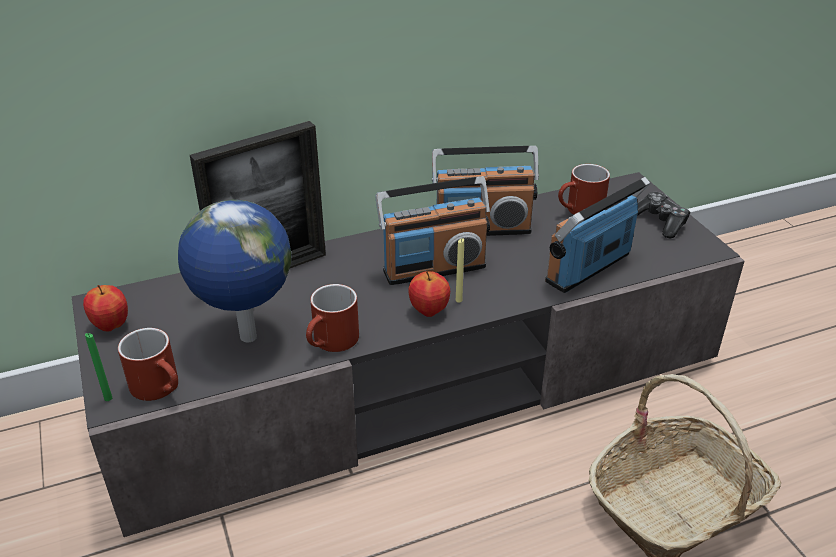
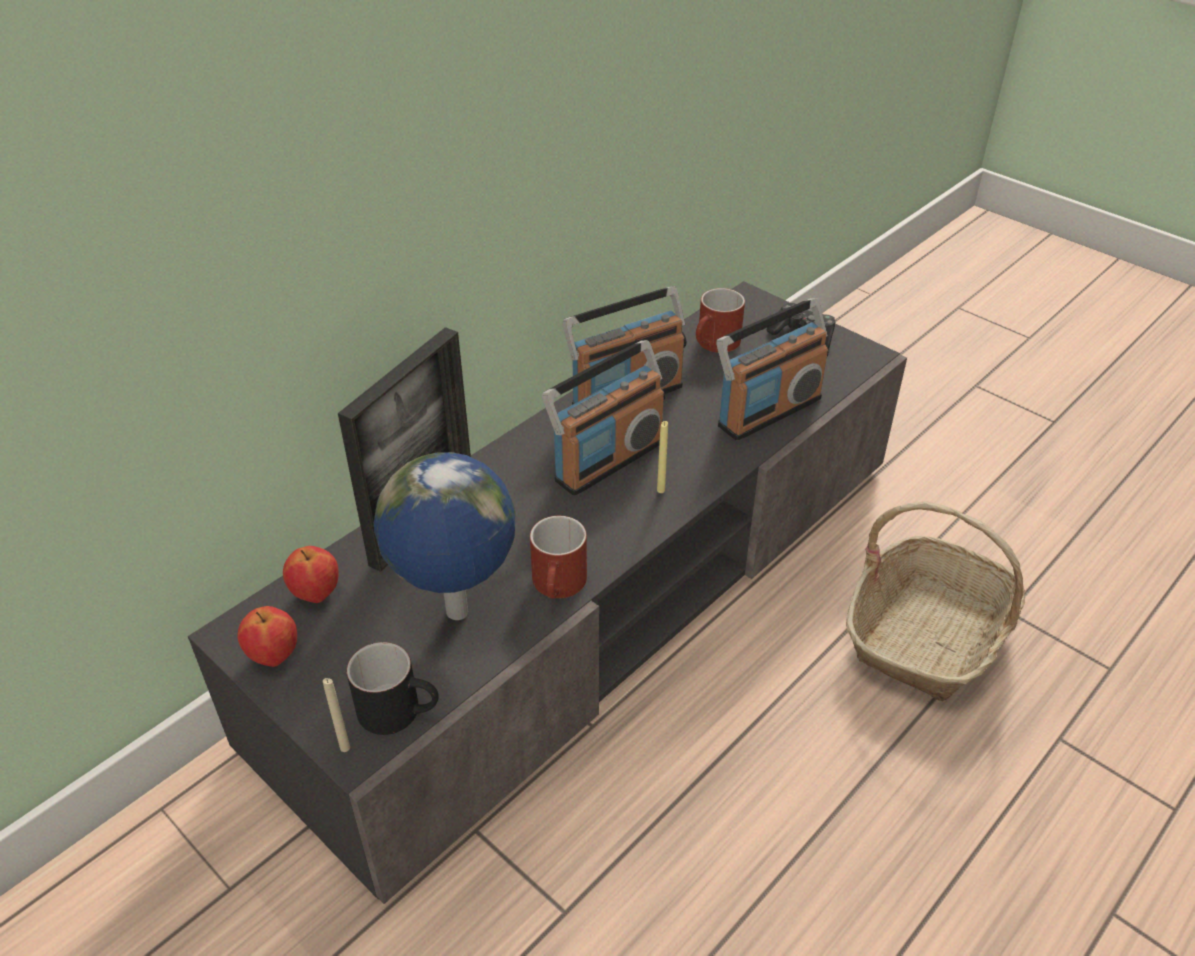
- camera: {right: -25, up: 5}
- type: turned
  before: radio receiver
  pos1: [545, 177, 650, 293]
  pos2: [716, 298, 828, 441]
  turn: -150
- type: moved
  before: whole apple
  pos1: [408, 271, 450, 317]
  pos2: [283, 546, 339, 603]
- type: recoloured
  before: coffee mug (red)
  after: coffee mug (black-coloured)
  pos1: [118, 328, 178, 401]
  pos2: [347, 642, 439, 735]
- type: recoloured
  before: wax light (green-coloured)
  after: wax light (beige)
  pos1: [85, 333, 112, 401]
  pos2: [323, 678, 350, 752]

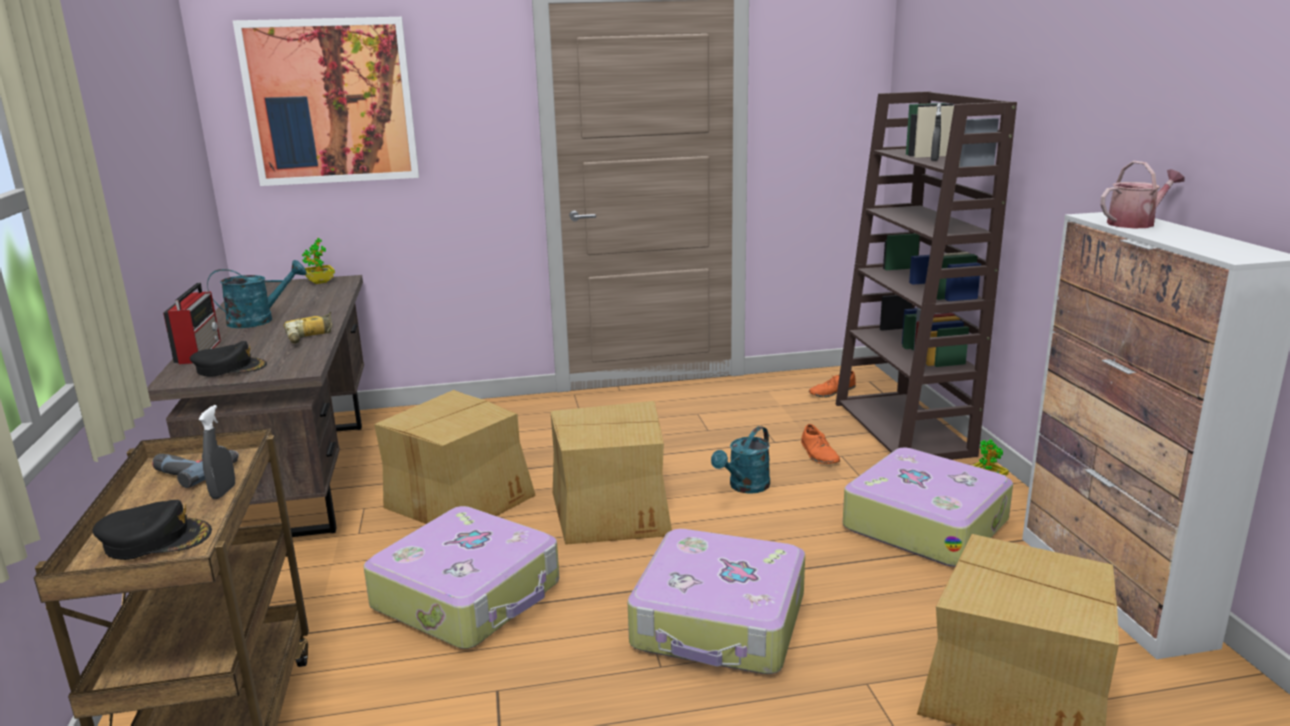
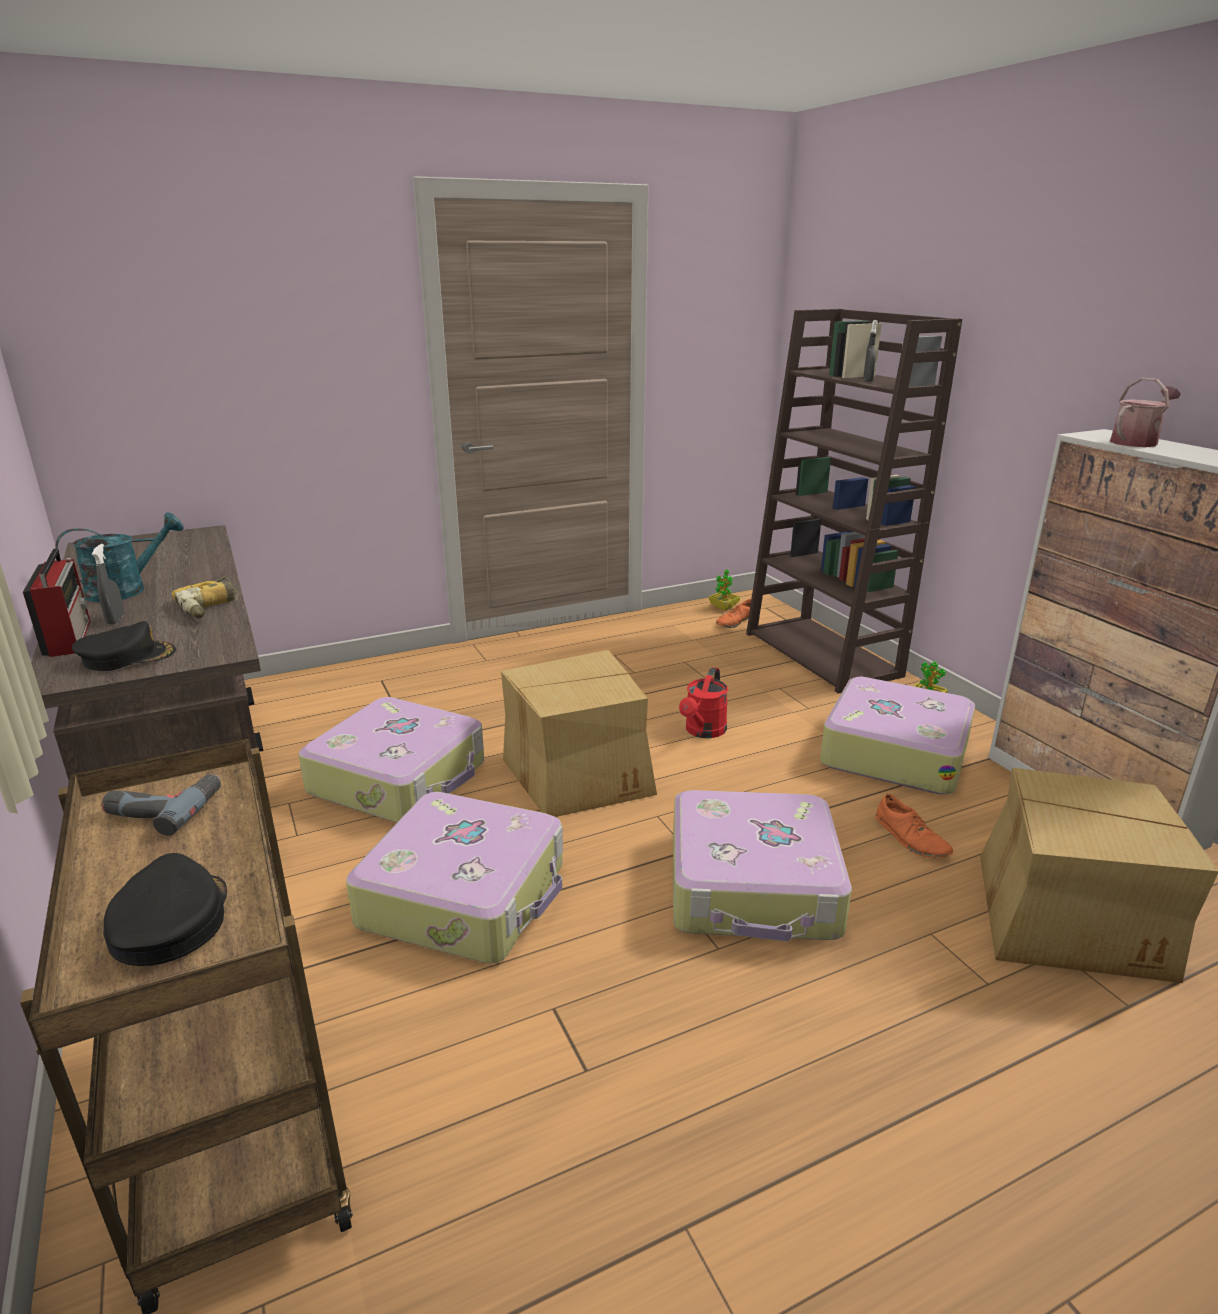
- camera: {right: -15, up: 5}
- type: removed
  before: picture
  pos1: [233, 17, 419, 186]
- type: moved
  before: plant in a pot
  pos1: [302, 238, 335, 284]
  pos2: [709, 569, 740, 610]
- type: replaced
  before: cardboard box
  after: suitcase
  pos1: [374, 390, 536, 524]
  pos2: [299, 697, 484, 823]
- type: moved
  before: sprayer (grey)
  pos1: [198, 405, 235, 499]
  pos2: [92, 544, 124, 624]
- type: moved
  before: low shoe (orange)
  pos1: [801, 424, 840, 464]
  pos2: [876, 794, 953, 858]
- type: recoloured
  before: watering can (turquoise)
  after: watering can (red)
  pos1: [711, 426, 770, 494]
  pos2: [679, 667, 728, 738]
- type: turned
  before: peaked cap (black-coloured)
  pos1: [92, 500, 212, 560]
  pos2: [103, 853, 227, 966]
  turn: -75

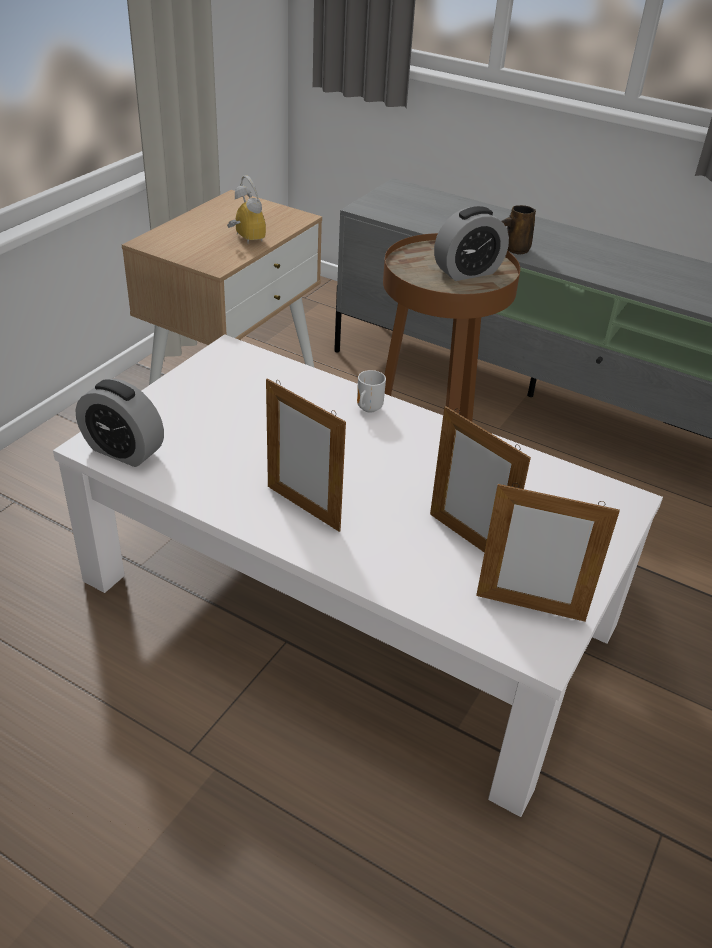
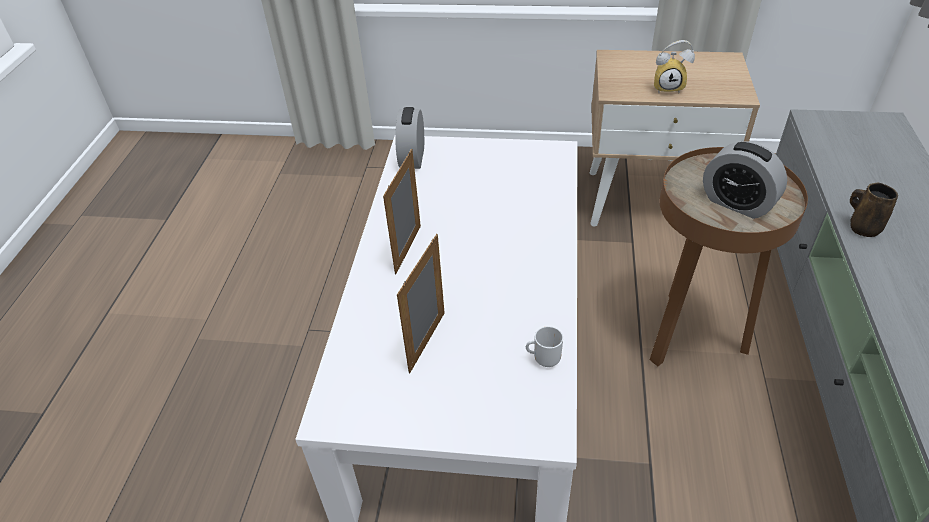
- camera: {right: 70, up: 5}
- type: turned
  before: alarm clock
  pos1: [227, 175, 266, 243]
  pos2: [654, 40, 695, 93]
  turn: 60
- type: moved
  before: coffee mug
  pos1: [357, 370, 386, 413]
  pos2: [526, 326, 563, 367]
- type: removed
  before: standing frame
  pos1: [476, 483, 620, 622]

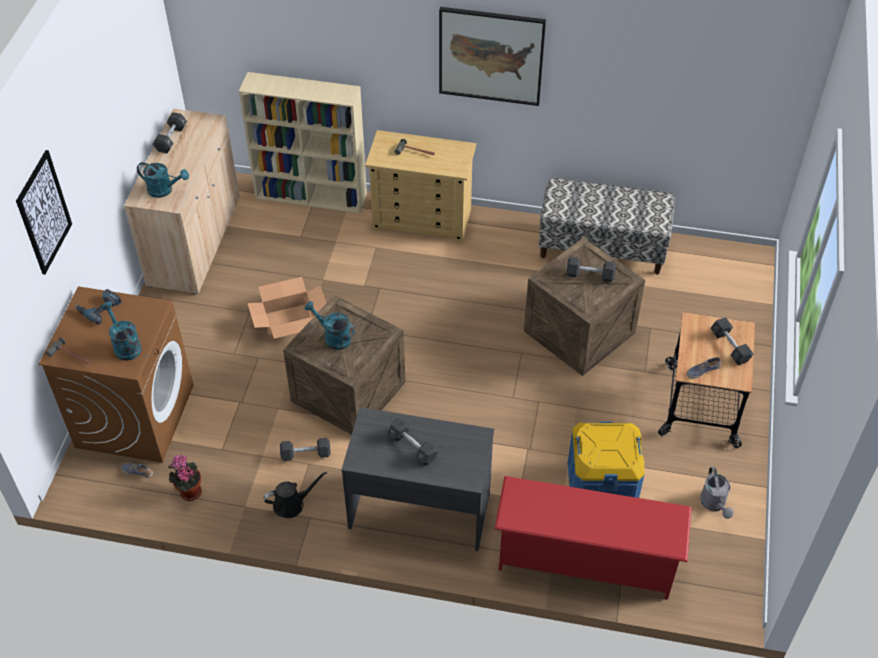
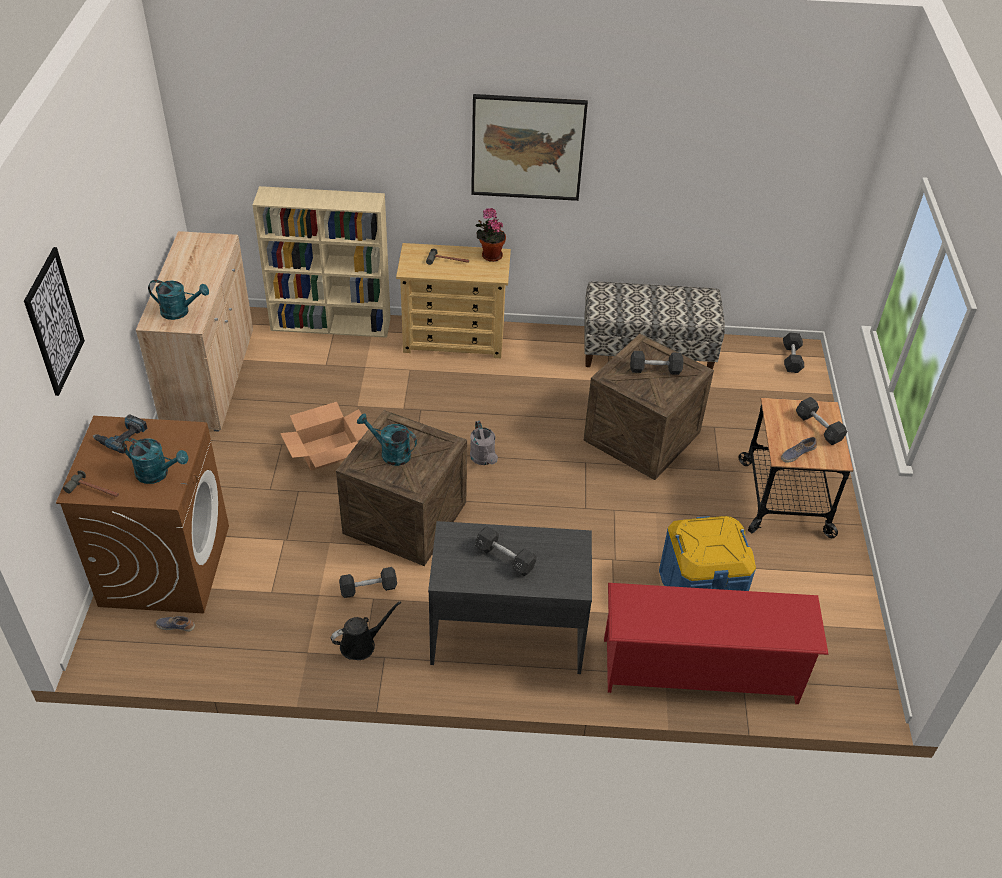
- camera: {right: -10, up: -5}
- type: moved
  before: free weight (black-coloured)
  pos1: [152, 112, 187, 153]
  pos2: [783, 332, 804, 373]
- type: turned
  before: watering can (turquoise)
  pos1: [101, 302, 141, 361]
  pos2: [122, 437, 188, 484]
  turn: 150
- type: moved
  before: plant in a pot
  pos1: [168, 454, 202, 501]
  pos2: [476, 208, 506, 262]
- type: moved
  before: watering can (grey)
  pos1: [700, 467, 734, 519]
  pos2: [470, 421, 498, 465]

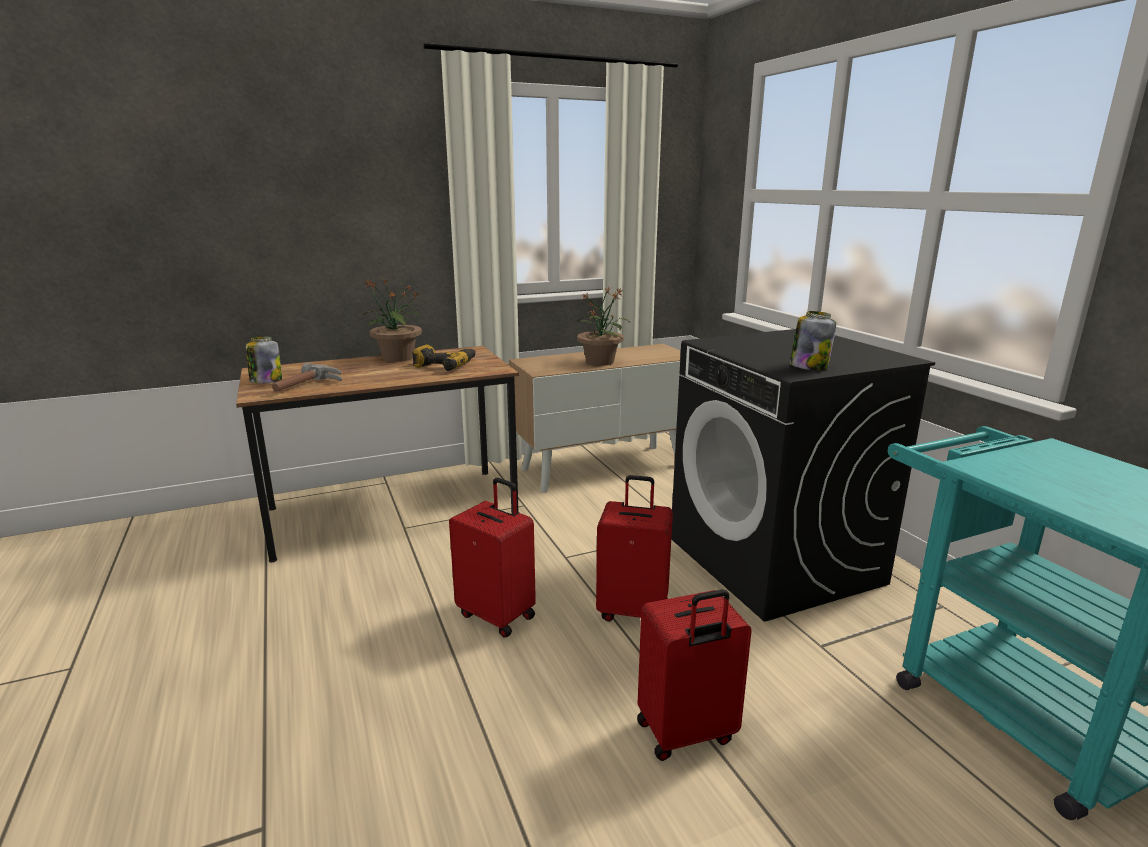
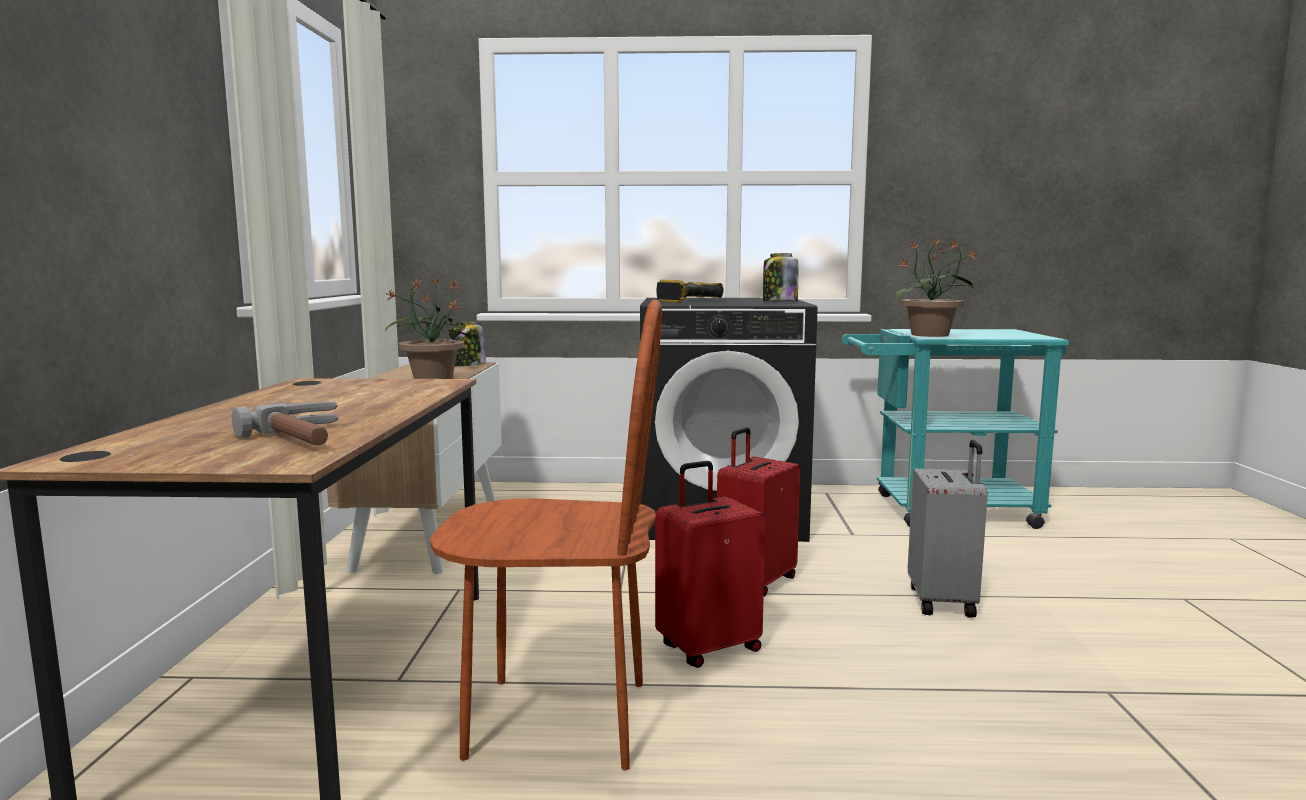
- camera: {right: -65, up: -10}
- type: moved
  before: plant in a pot
  pos1: [363, 278, 422, 362]
  pos2: [895, 238, 978, 337]
- type: moved
  before: storage jar
  pos1: [246, 336, 282, 384]
  pos2: [449, 321, 486, 367]
- type: moved
  before: drill
  pos1: [412, 344, 476, 371]
  pos2: [656, 280, 724, 302]
- type: recoloured
  before: suitcase (red)
  after: suitcase (grey)
  pos1: [637, 589, 752, 761]
  pos2: [908, 440, 988, 618]
- type: added
  after: plain chair (brown-coloured)
  pos2: [429, 299, 662, 770]

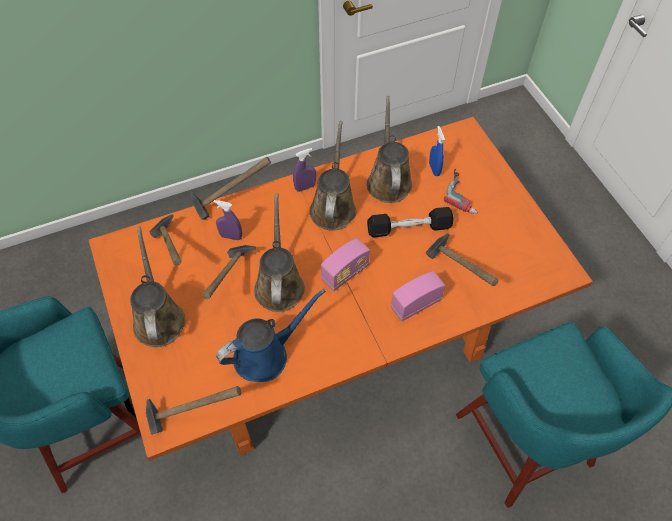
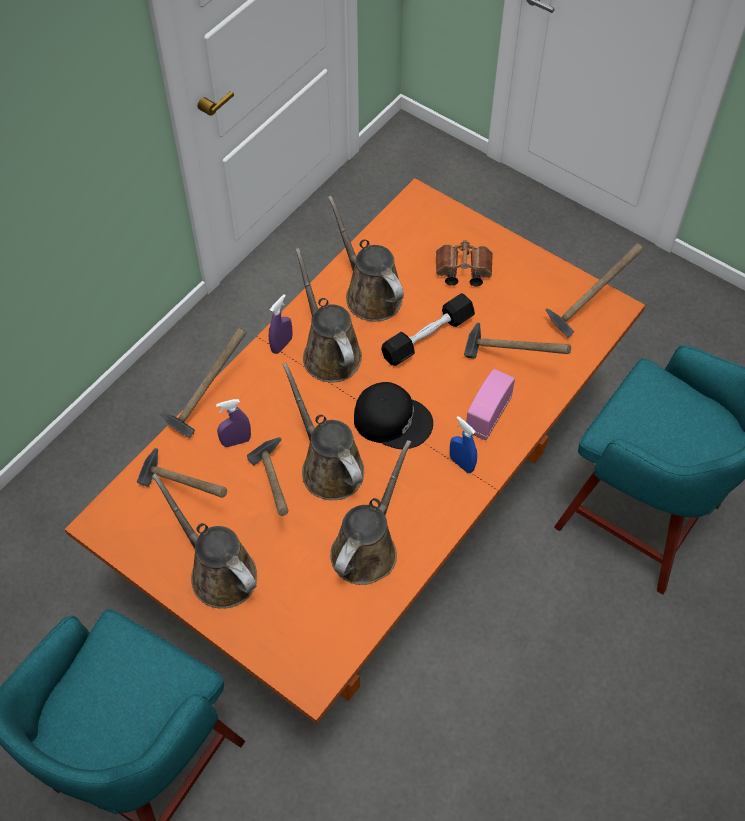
- camera: {right: -30, up: 0}
- type: moved
  before: sprayer (bluish)
  pos1: [429, 126, 445, 176]
  pos2: [450, 416, 477, 473]
- type: replaced
  before: drill
  after: binoculars (brown-coloured)
  pos1: [444, 169, 478, 214]
  pos2: [436, 240, 493, 287]
- type: replaced
  before: radio receiver
  after: peaked cap (black-coloured)
  pos1: [321, 238, 370, 291]
  pos2: [354, 382, 433, 449]
- type: recoloured
  before: watering can (bluish)
  after: watering can (brown-coloured)
  pos1: [216, 289, 326, 382]
  pos2: [330, 440, 411, 585]
- type: moved
  before: tool hammer
  pos1: [146, 386, 241, 435]
  pos2: [546, 243, 644, 337]

